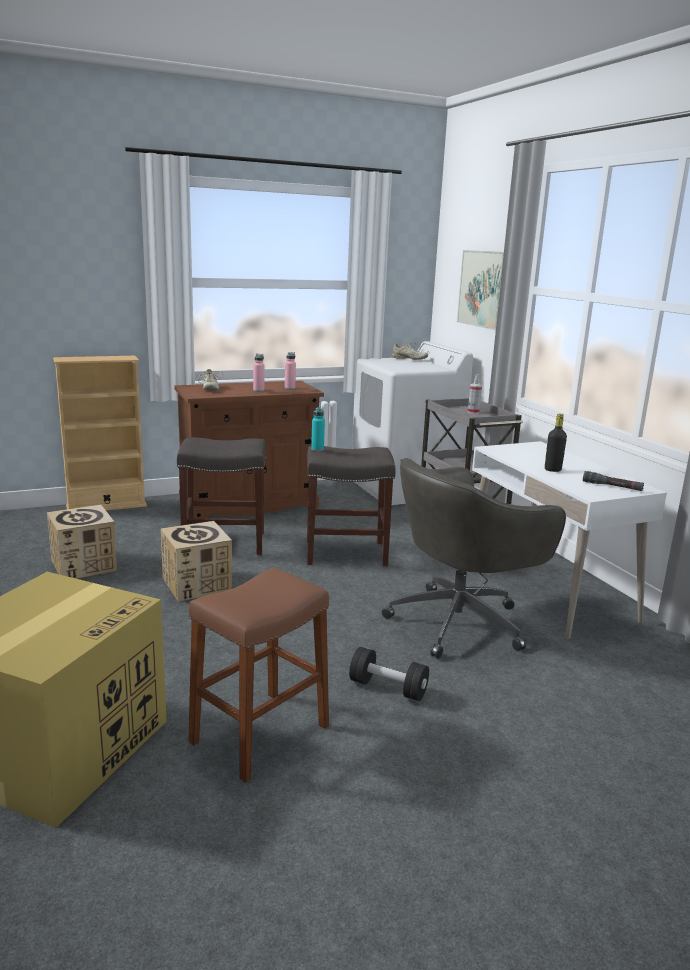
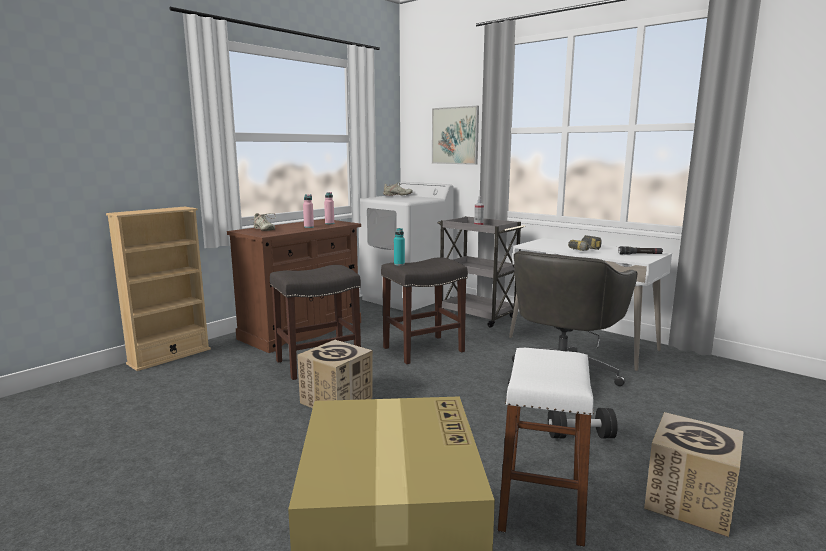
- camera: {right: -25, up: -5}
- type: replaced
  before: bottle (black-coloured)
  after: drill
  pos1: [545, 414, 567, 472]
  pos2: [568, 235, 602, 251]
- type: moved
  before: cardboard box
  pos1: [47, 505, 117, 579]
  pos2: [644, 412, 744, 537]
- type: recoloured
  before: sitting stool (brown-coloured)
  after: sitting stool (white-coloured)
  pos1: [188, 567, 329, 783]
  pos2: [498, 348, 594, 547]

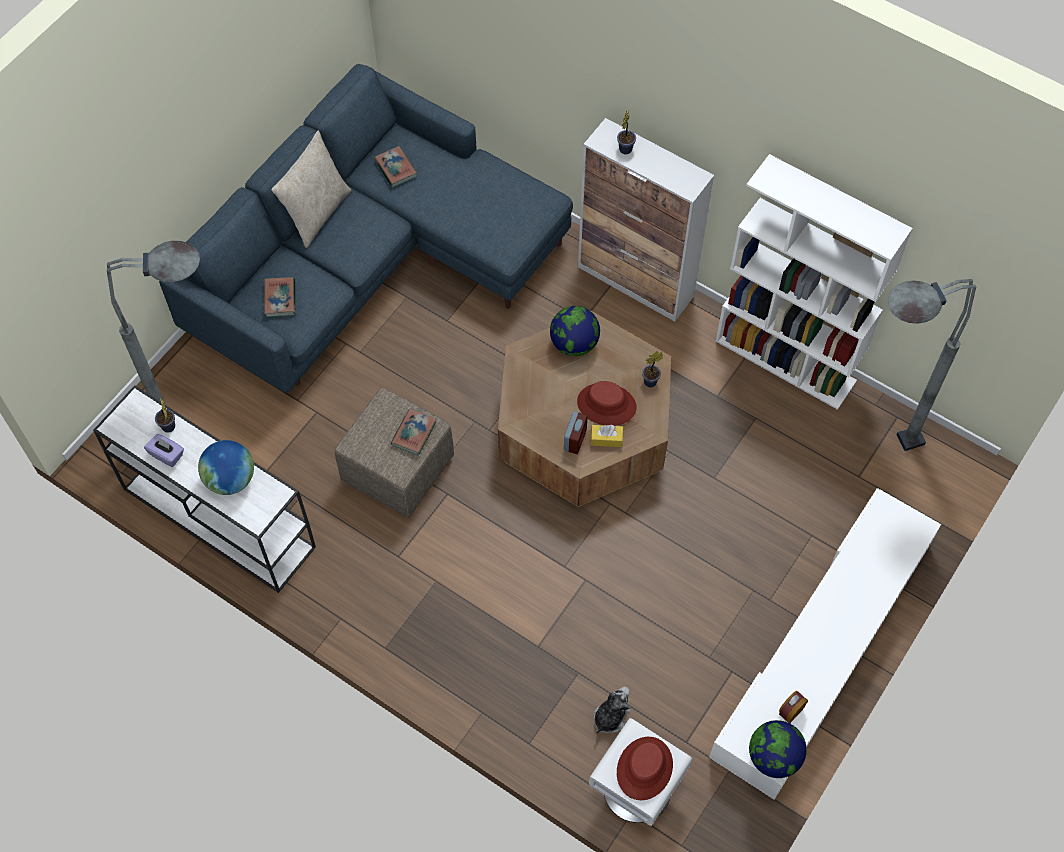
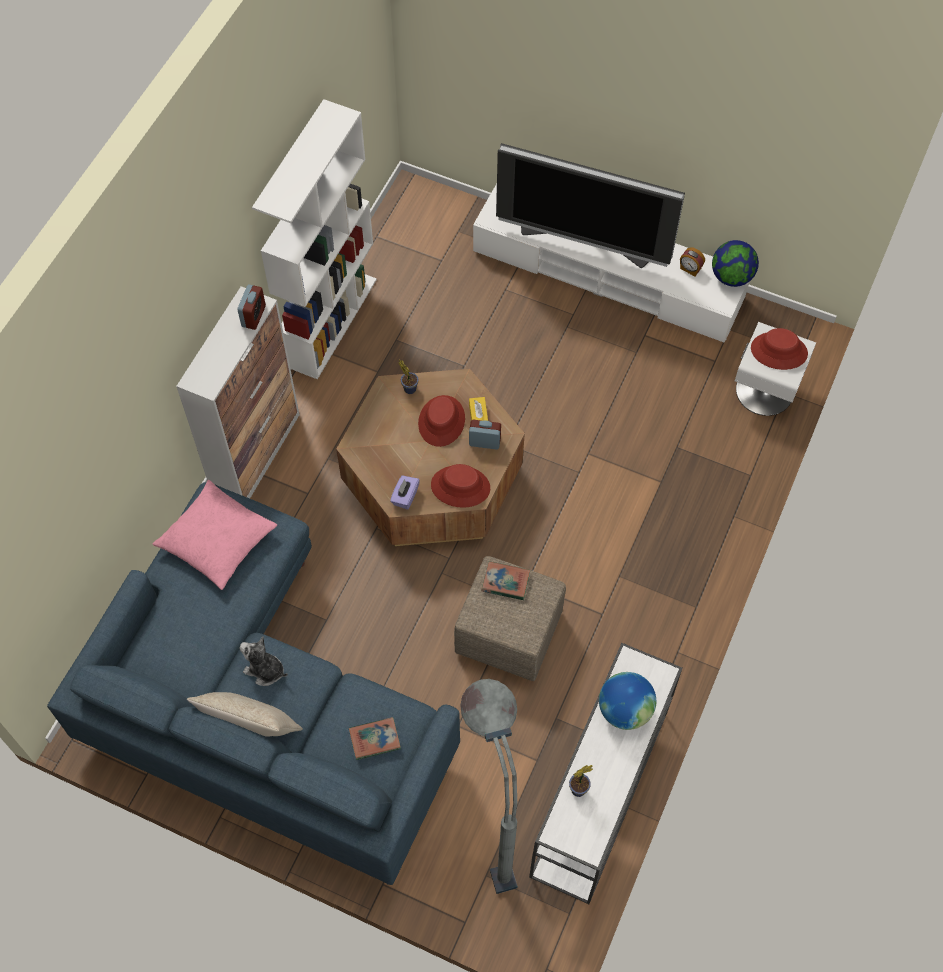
- camera: {right: -100, up: 0}
- type: removed
  before: plant in a pot
  pos1: [617, 111, 636, 154]
- type: removed
  before: book
  pos1: [374, 146, 417, 188]
- type: removed
  before: standard lamp (grey)
  pos1: [887, 279, 976, 451]
- type: removed
  before: desk globe
  pos1: [550, 306, 600, 356]
- type: moved
  before: tissue box (purple)
  pos1: [144, 434, 184, 467]
  pos2: [390, 475, 420, 510]
- type: moved
  before: cuddly toy
  pos1: [594, 686, 631, 734]
  pos2: [240, 636, 288, 686]
- type: added
  after: TV
  pos2: [496, 143, 685, 268]
- type: added
  after: alarm clock
  pos2: [238, 284, 266, 330]
- type: added
  after: clothing hat (red)
  pos2: [431, 464, 490, 508]
- type: added
  after: cushion (pink)
  pos2: [152, 480, 277, 590]

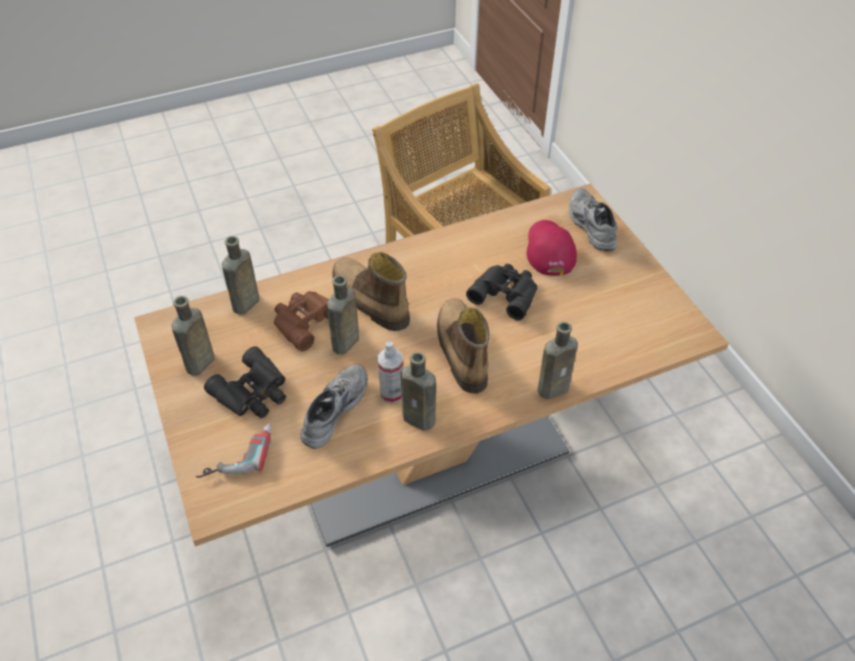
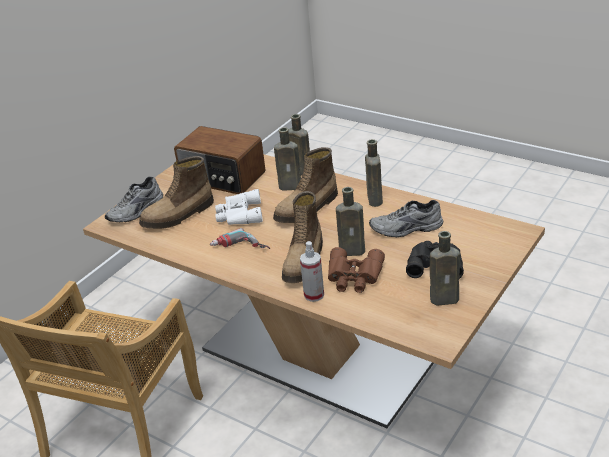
- camera: {right: -120, up: -15}
- type: replaced
  before: peaked cap (red)
  after: boot
  pos1: [527, 220, 577, 276]
  pos2: [139, 156, 214, 229]
- type: moved
  before: bottle (brown-coloured)
  pos1: [222, 236, 259, 315]
  pos2: [274, 127, 301, 191]
- type: recoloured
  before: binoculars (black-coloured)
  after: binoculars (white-coloured)
  pos1: [466, 264, 537, 320]
  pos2: [215, 189, 263, 225]
- type: moved
  before: sprayer
  pos1: [377, 341, 403, 404]
  pos2: [300, 241, 324, 302]
- type: moved
  before: drill
  pos1: [196, 423, 272, 478]
  pos2: [210, 228, 270, 249]
- type: added
  after: radio receiver
  pos2: [174, 126, 265, 194]

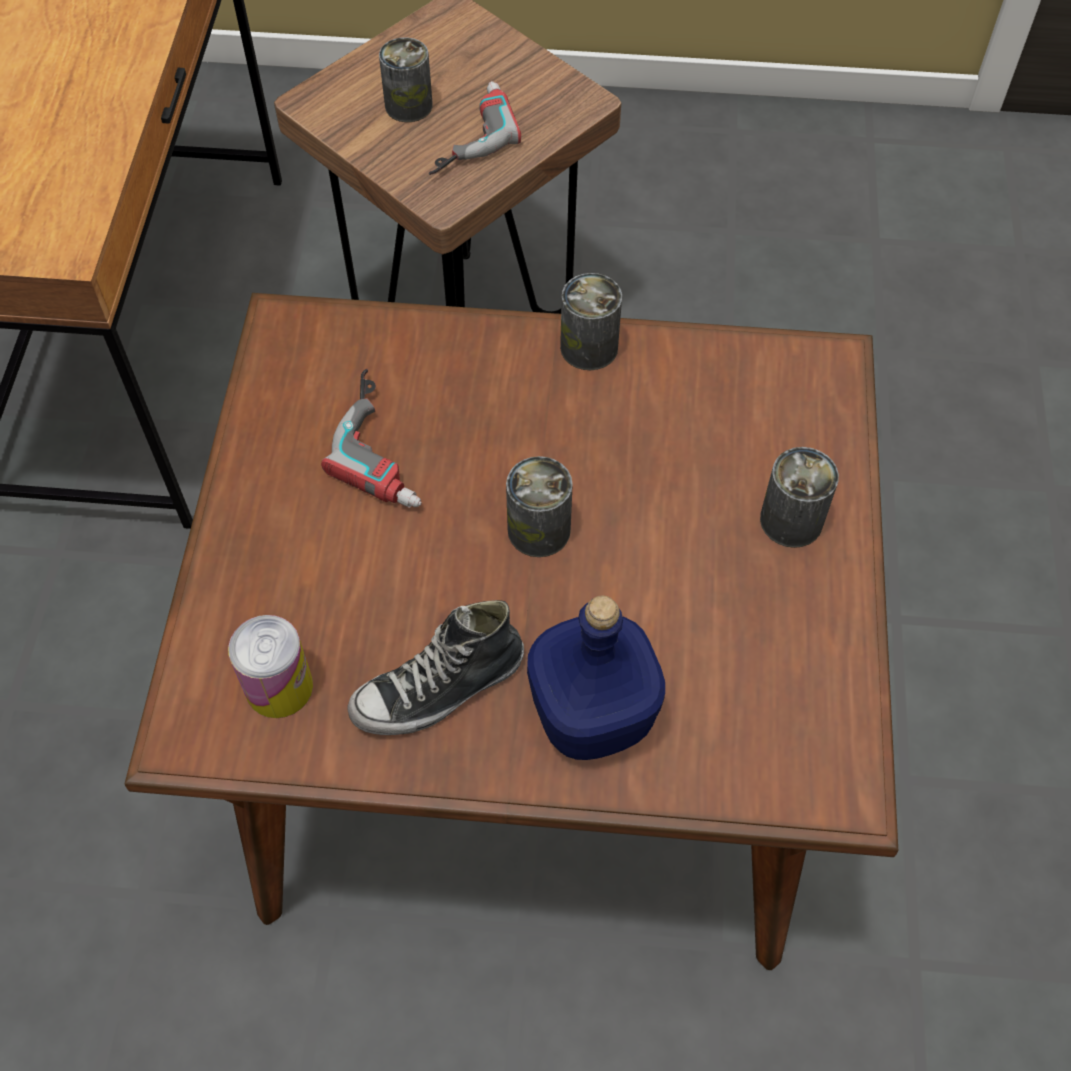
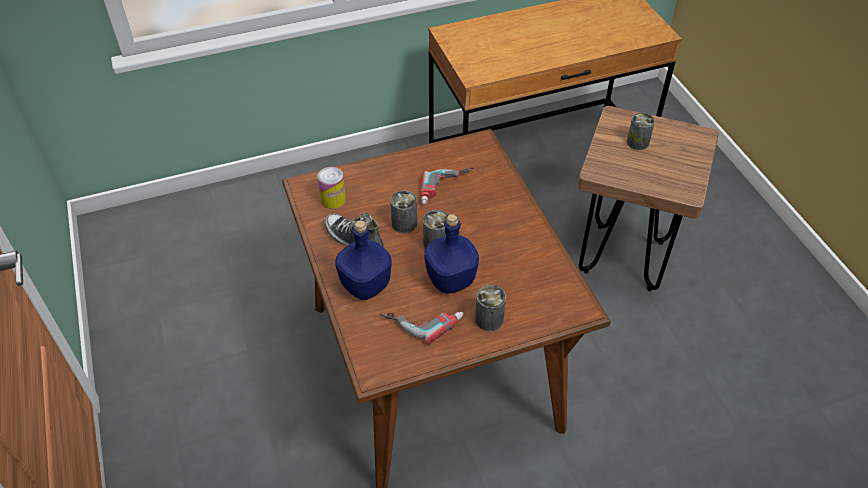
- camera: {right: 65, up: -10}
- type: moved
  before: drill
  pos1: [429, 81, 521, 175]
  pos2: [380, 312, 463, 345]
- type: moved
  before: metal can
  pos1: [560, 273, 622, 370]
  pos2: [390, 191, 417, 234]
- type: added
  after: bottle (bluish)
  pos2: [424, 214, 479, 294]

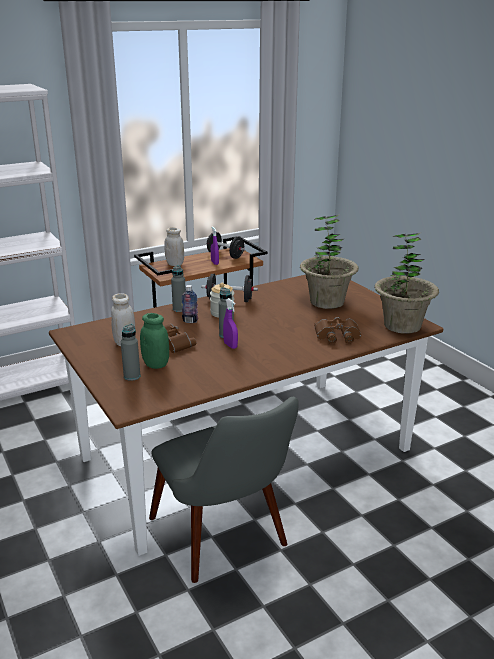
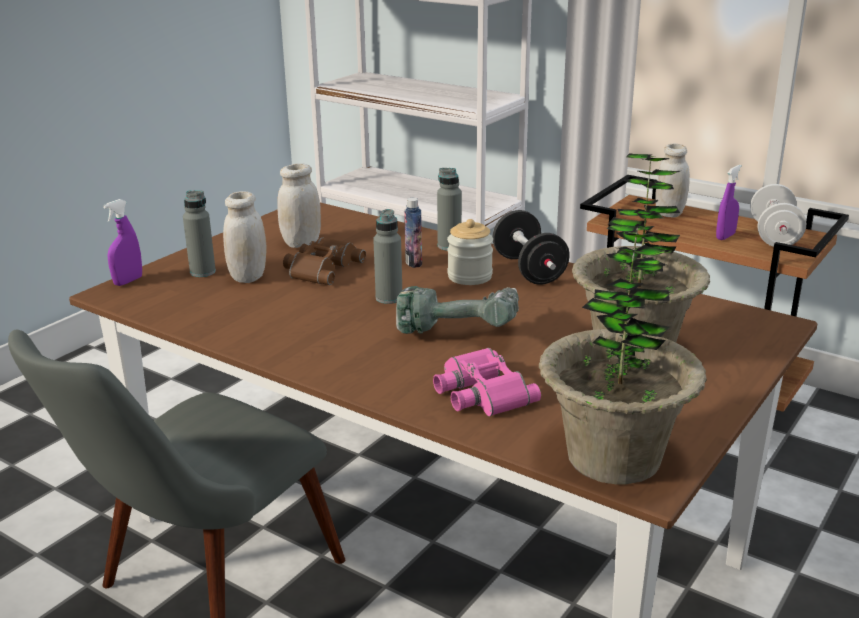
- camera: {right: 65, up: 0}
- type: recoloured
  before: free weight (black-coloured)
  after: free weight (white-coloured)
  pos1: [207, 232, 245, 259]
  pos2: [750, 184, 806, 247]
- type: moved
  before: sprayer (purple)
  pos1: [223, 298, 238, 349]
  pos2: [103, 199, 142, 286]
- type: recoloured
  before: storage jar (green-coloured)
  after: storage jar (white-coloured)
  pos1: [140, 313, 169, 369]
  pos2: [223, 191, 266, 283]
- type: recoloured
  before: binoculars (brown-coloured)
  after: binoculars (pink)
  pos1: [314, 317, 361, 344]
  pos2: [433, 348, 541, 416]
- type: added
  after: drill
  pos2: [396, 286, 519, 334]

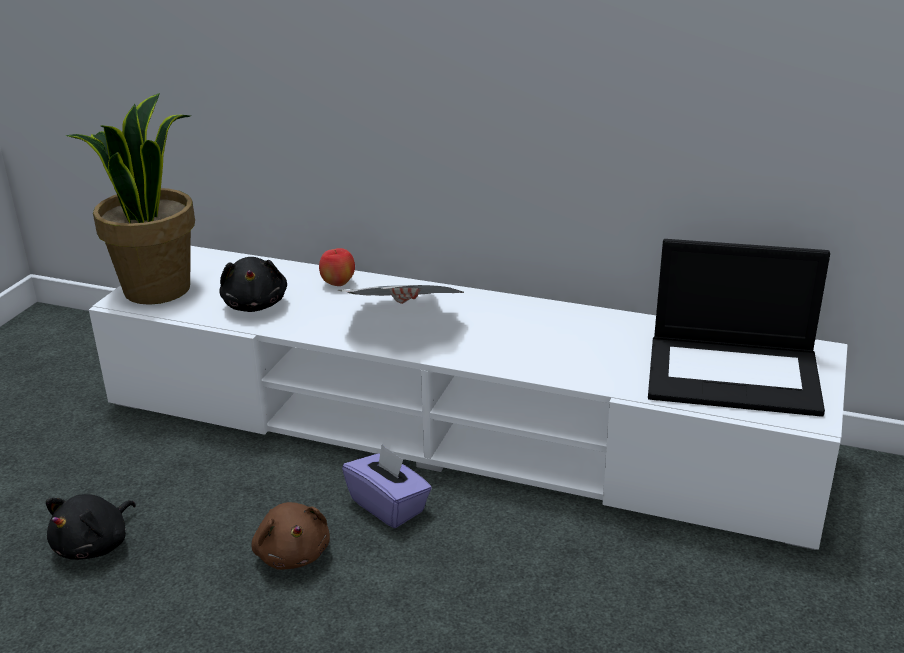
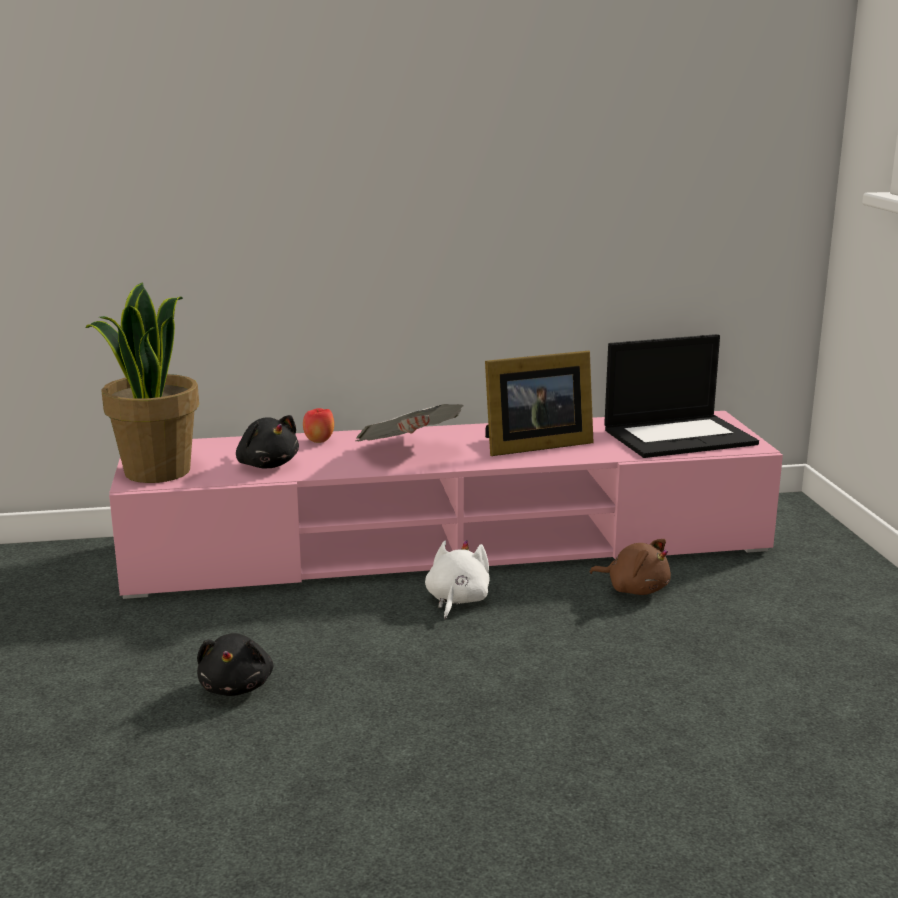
- camera: {right: -30, up: -10}
- type: recoloured
  before: tv stand (white-coloured)
  after: tv stand (pink)
  pos1: [89, 246, 848, 550]
  pos2: [109, 411, 783, 599]
- type: replaced
  before: tissue box (purple)
  after: cuddly toy (white-coloured)
  pos1: [342, 444, 432, 528]
  pos2: [425, 540, 490, 620]
- type: moved
  before: cuddly toy (brown-coloured)
  pos1: [252, 502, 330, 570]
  pos2: [589, 539, 671, 595]
- type: added
  after: standing frame
  pos2: [485, 351, 594, 456]

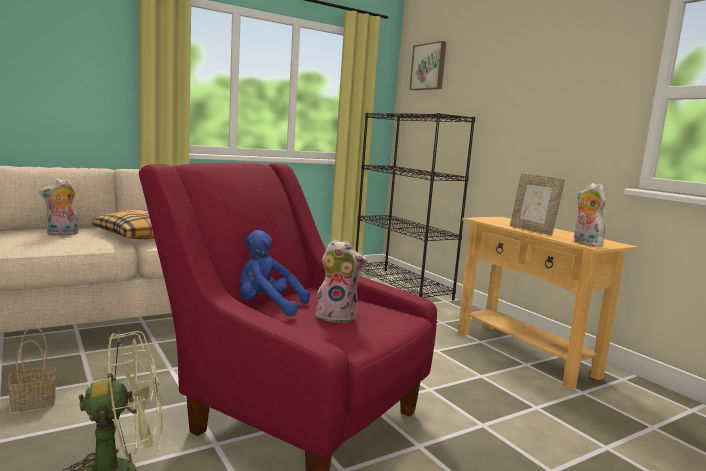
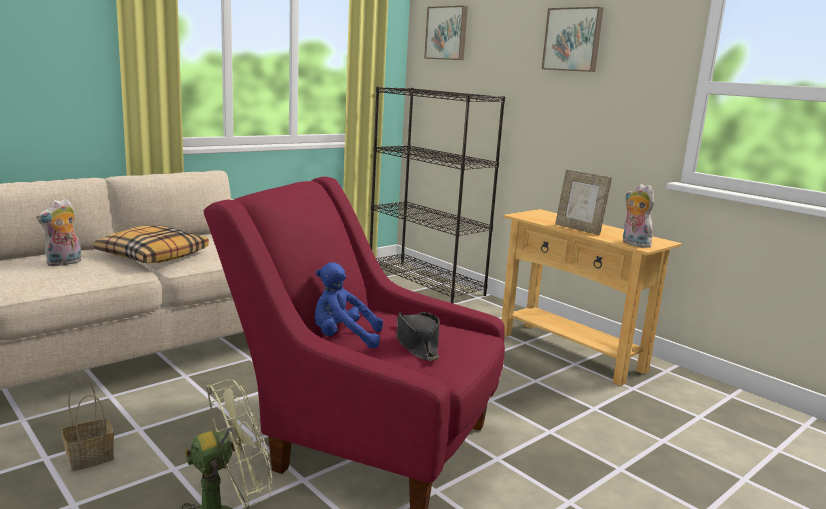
- camera: {right: -10, up: 5}
- type: replaced
  before: cuddly toy
  after: clothing hat (black-coloured)
  pos1: [314, 239, 368, 323]
  pos2: [396, 312, 440, 361]
- type: added
  after: picture
  pos2: [542, 7, 603, 72]

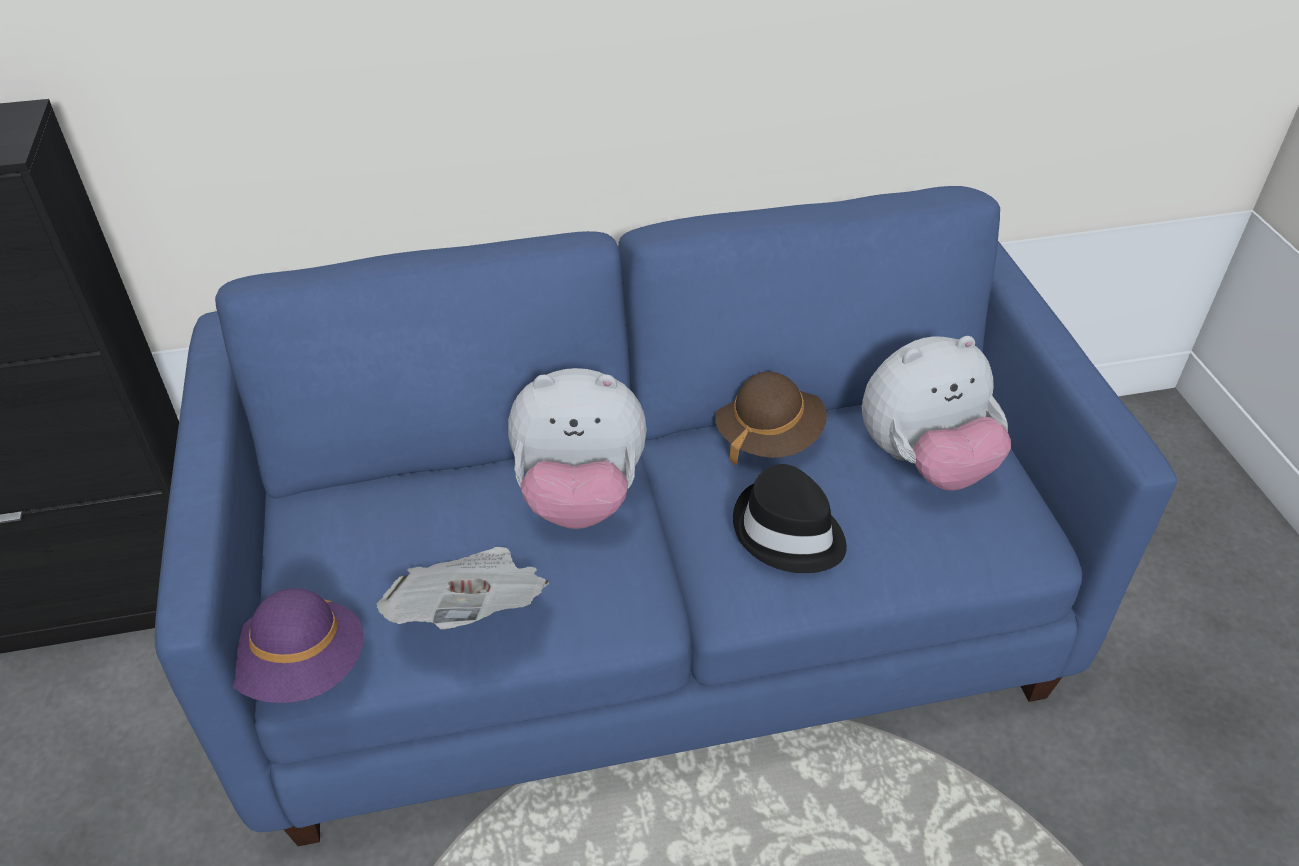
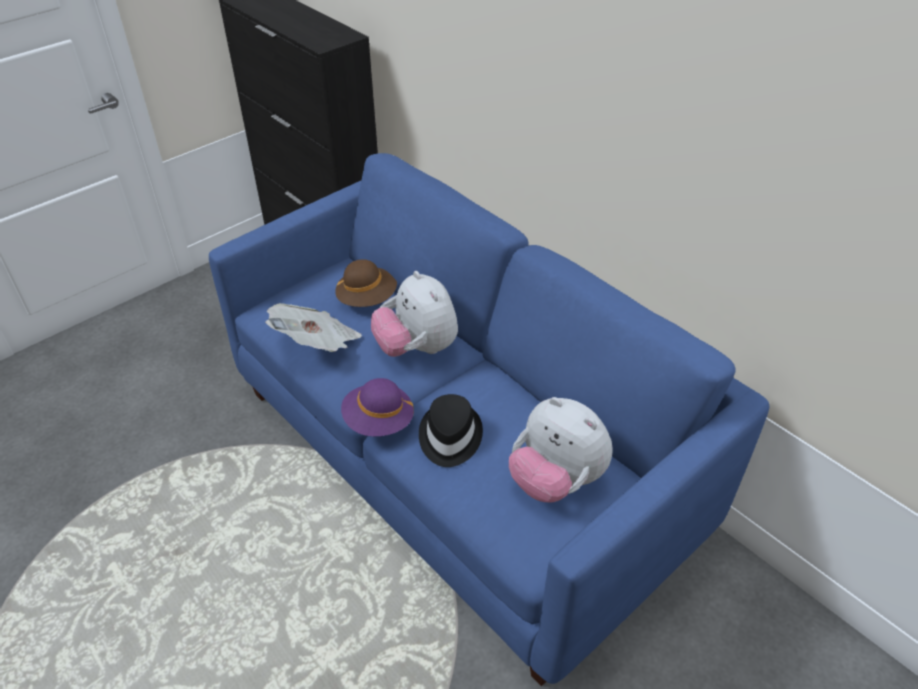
- camera: {right: 60, up: 0}
- type: moved
  before: clothing hat (brown-coloured)
  pos1: [715, 372, 827, 465]
  pos2: [335, 259, 397, 307]
- type: moved
  before: clothing hat (purple)
  pos1: [233, 588, 364, 703]
  pos2: [341, 378, 414, 436]

